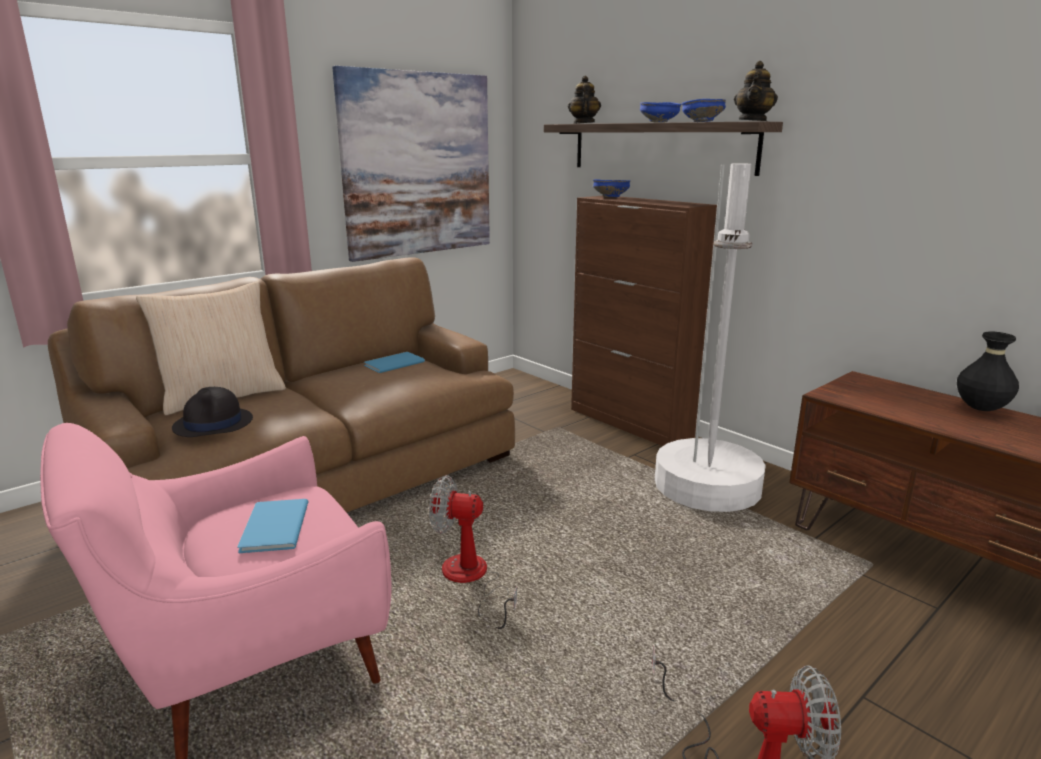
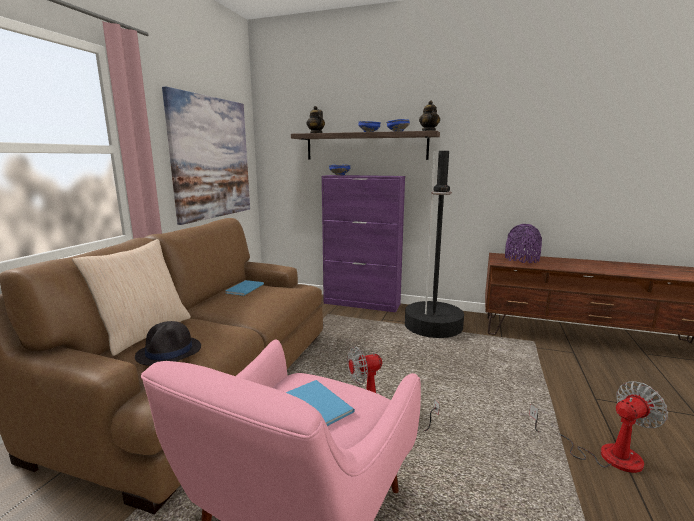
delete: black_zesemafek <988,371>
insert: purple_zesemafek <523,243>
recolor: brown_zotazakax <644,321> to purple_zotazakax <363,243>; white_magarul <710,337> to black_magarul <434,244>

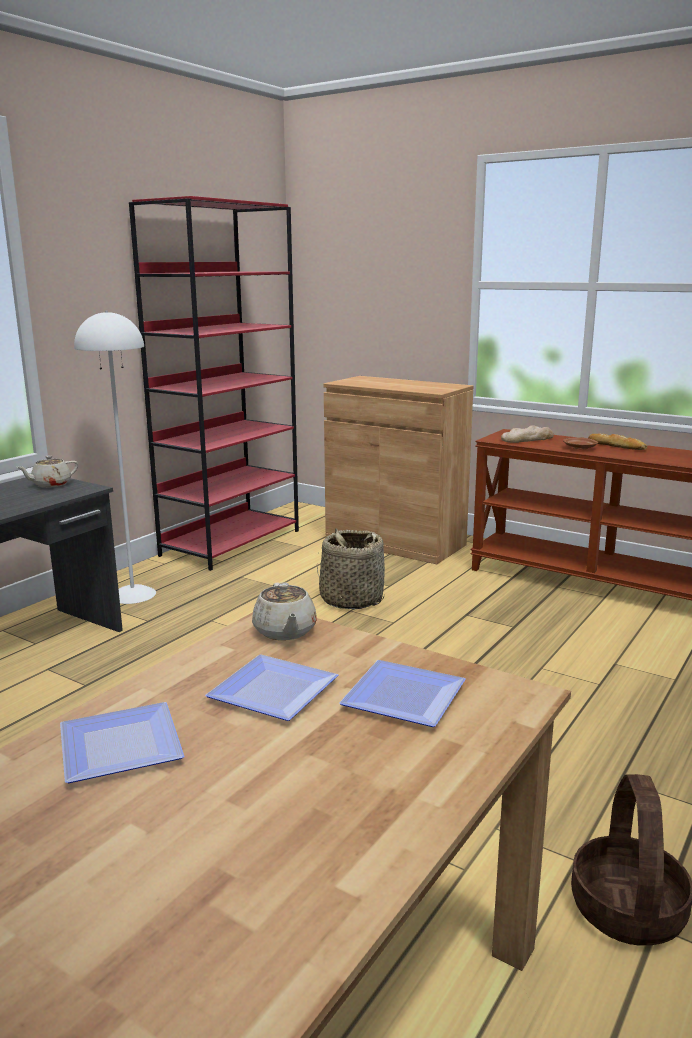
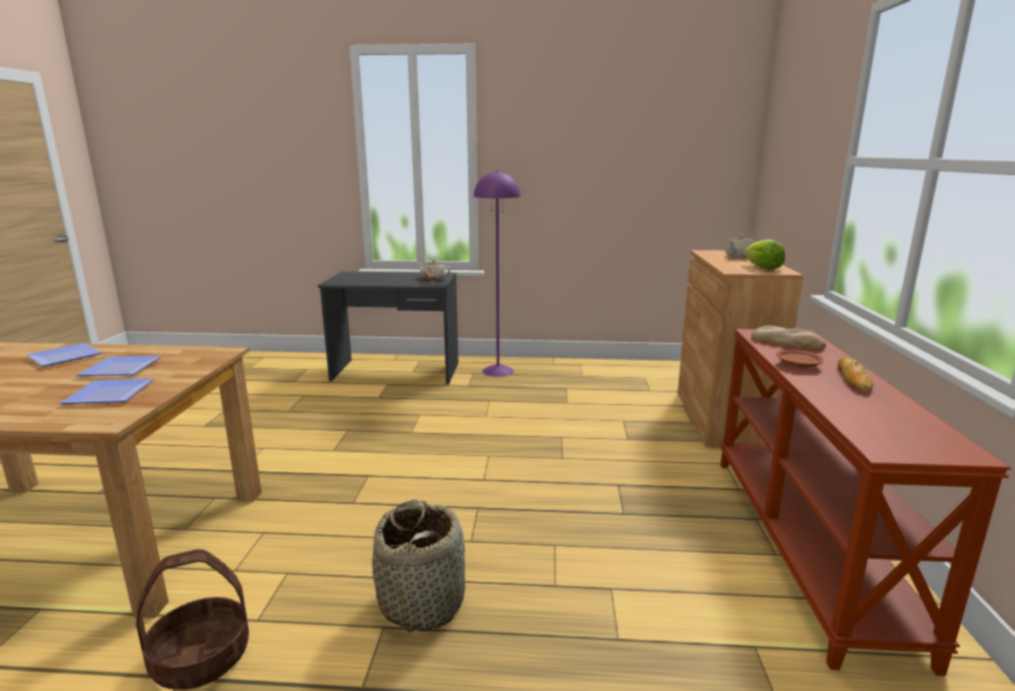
delete: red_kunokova <214,383>
insert: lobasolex <764,254>
move: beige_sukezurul <284,611> to <739,246>; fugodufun <351,568> to <418,565>
recolor: white_magarul <115,457> to purple_magarul <497,274>

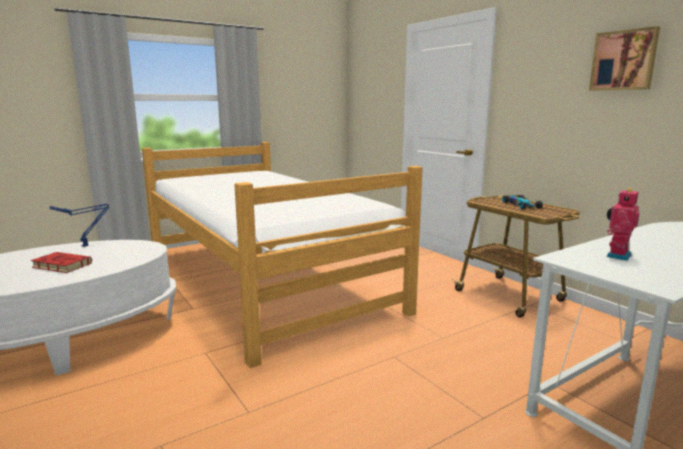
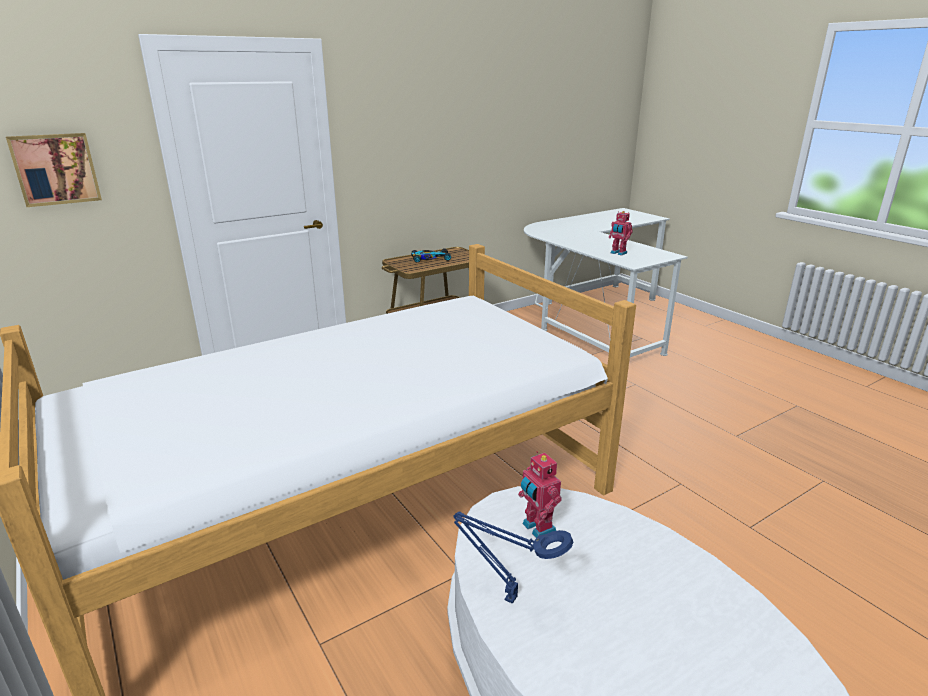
delete: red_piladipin <61,262>
insert: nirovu <540,494>
move: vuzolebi <624,58> to <54,170>

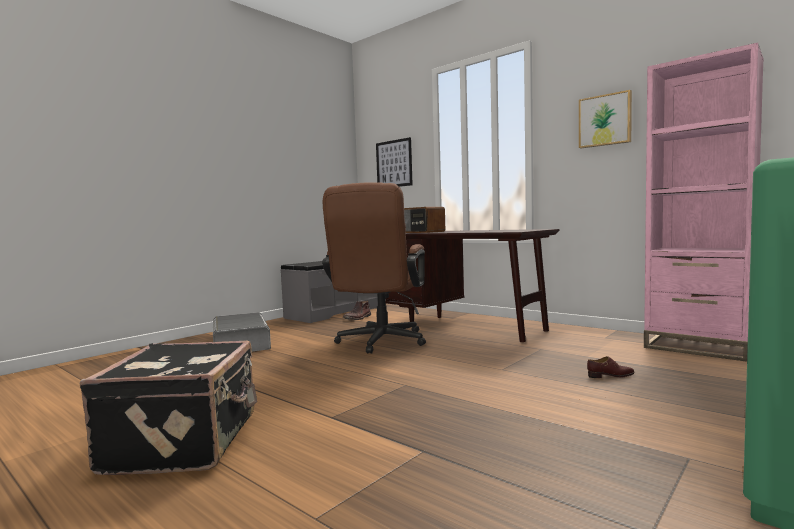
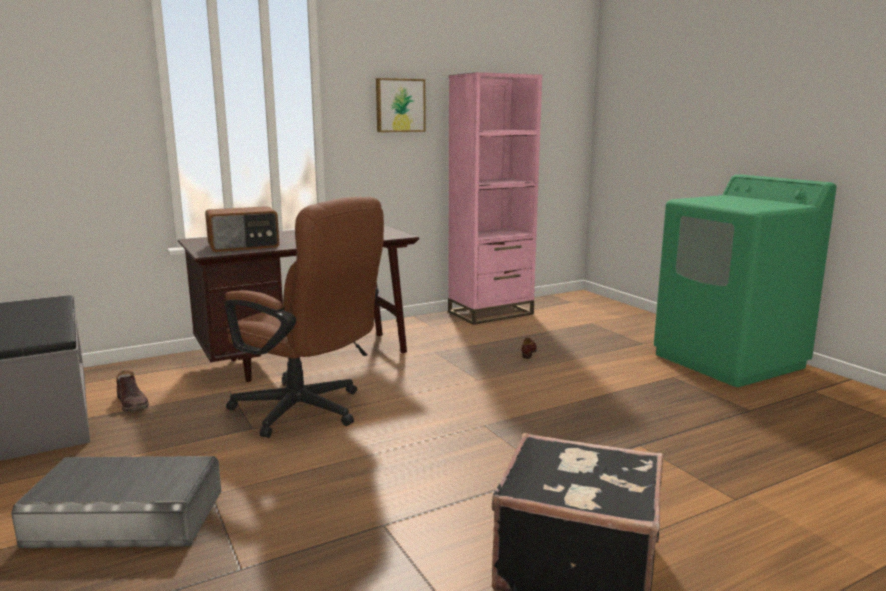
delete: vuzolebi <394,162>

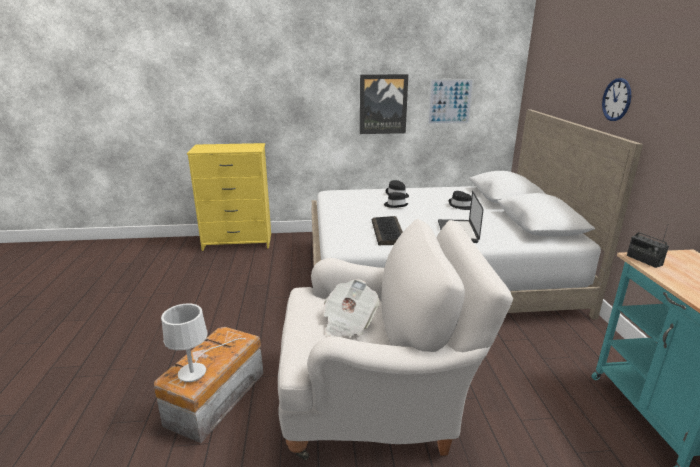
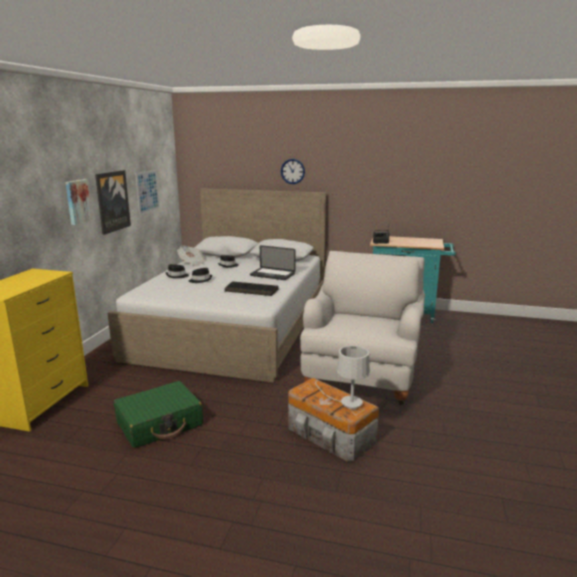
insert: vuzolebi <78,202>; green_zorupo <158,414>
move: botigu <351,308> to <191,256>

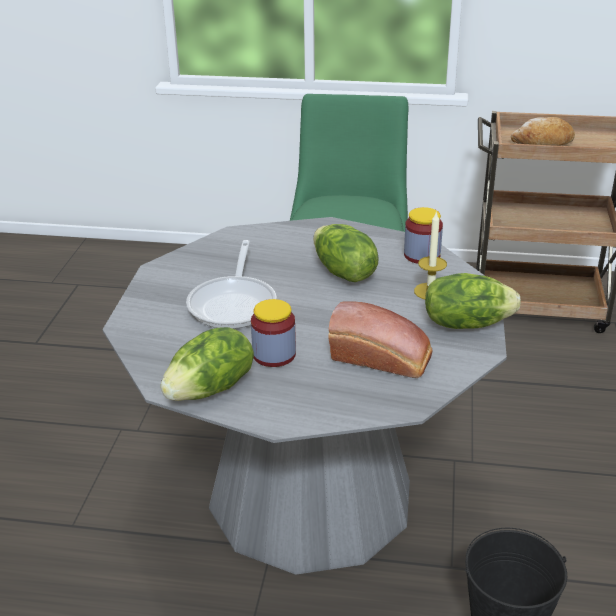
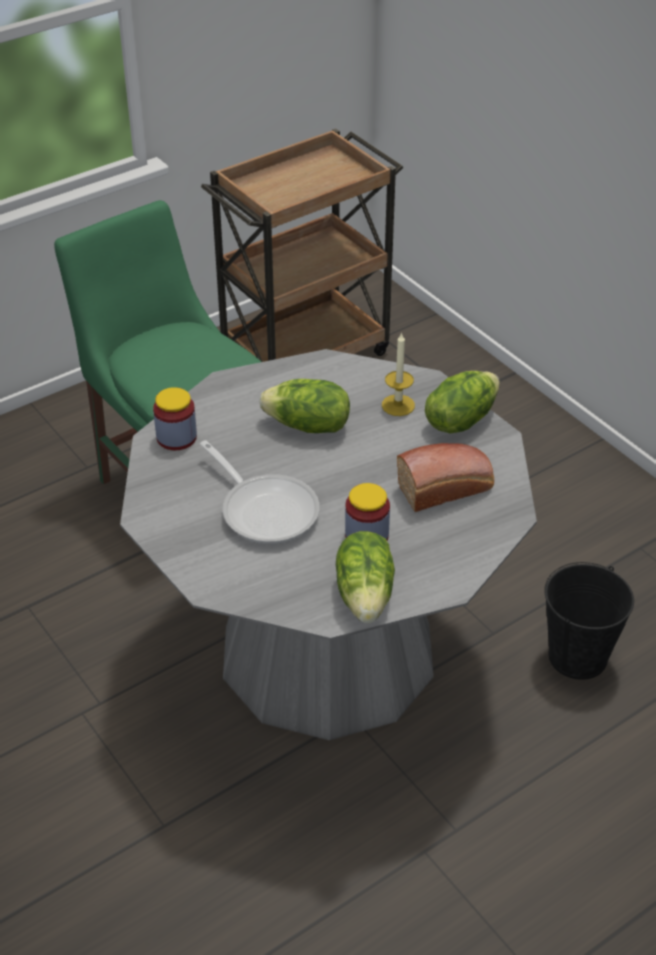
delete: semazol <543,131>
move: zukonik <423,235> to <175,418>

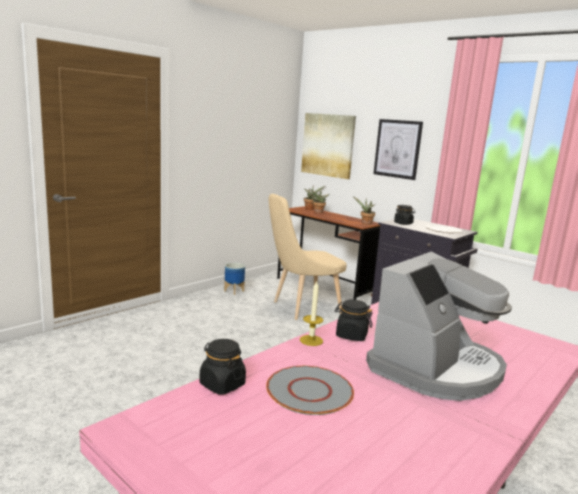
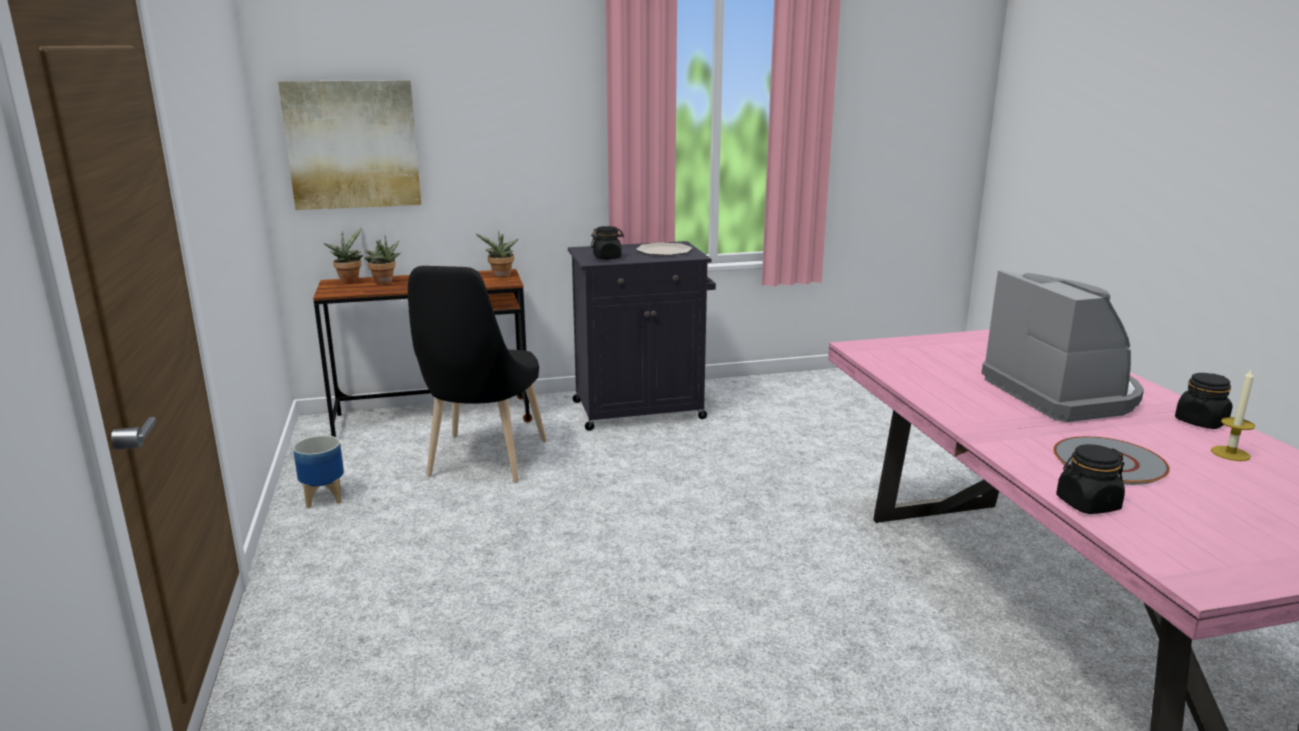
delete: vuzolebi <398,149>
move: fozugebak <311,313> to <1233,414>; black_zukonik <354,320> to <1203,401>
recolor: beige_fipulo <308,257> to black_fipulo <477,374>

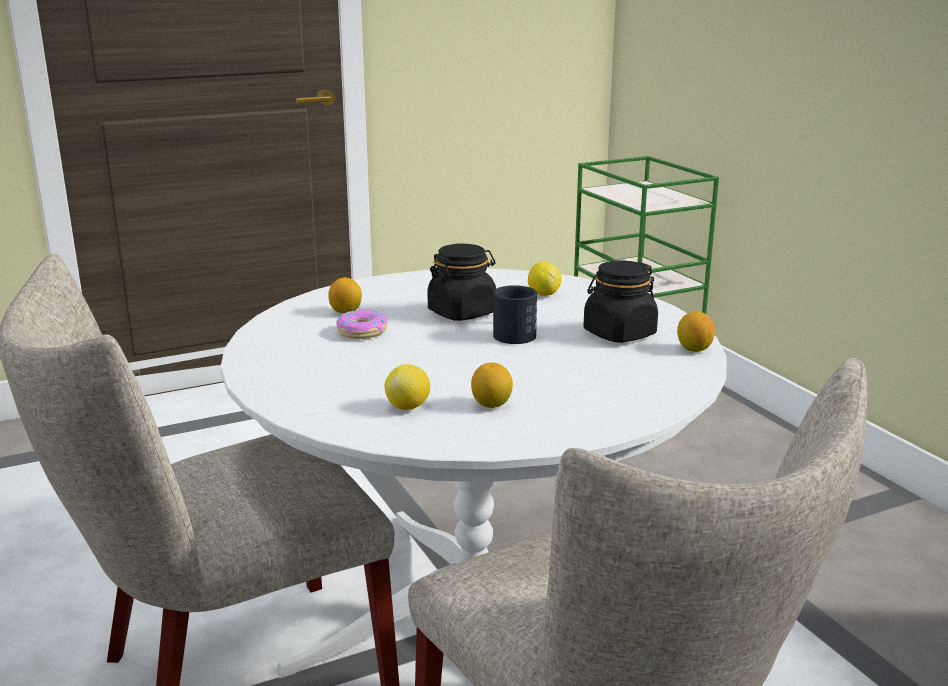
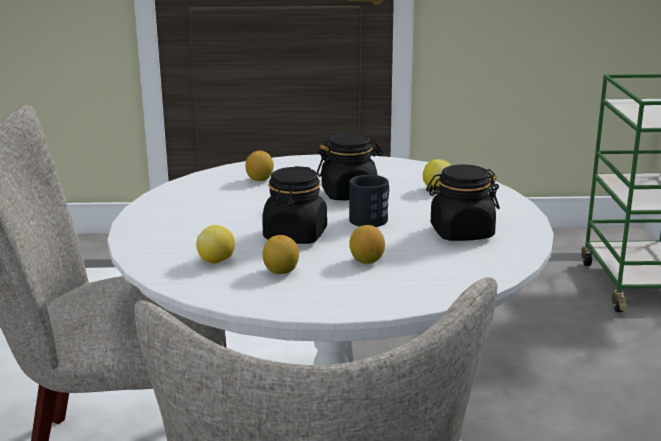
delete: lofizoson <362,324>
insert: black_zukonik <294,205>
move: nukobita <696,332> to <367,244>

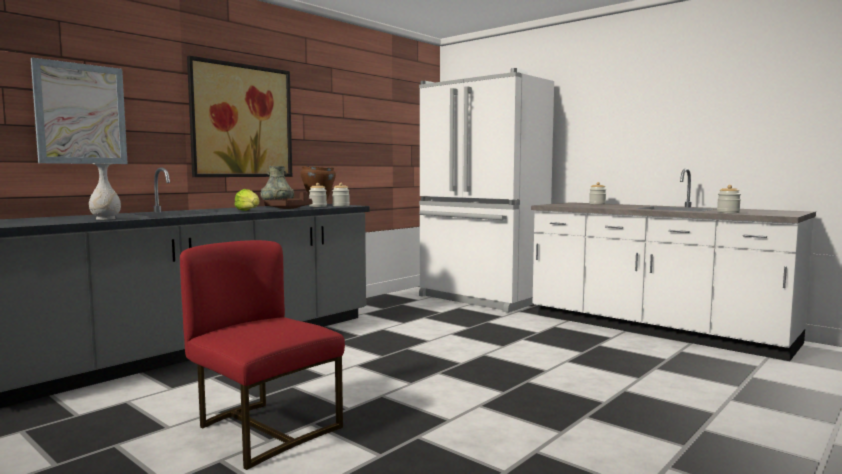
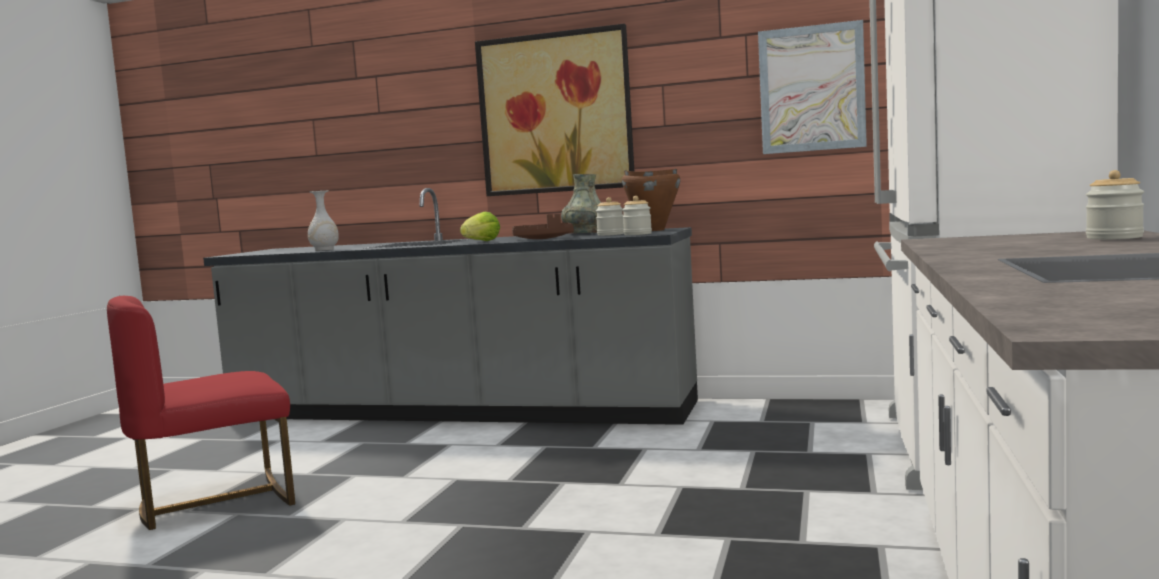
delete: zukonik <729,199>
move: vuzolebi <79,111> to <812,87>
rotate: red_fipulo <262,355> = <201,413> 135 degrees counterclockwise

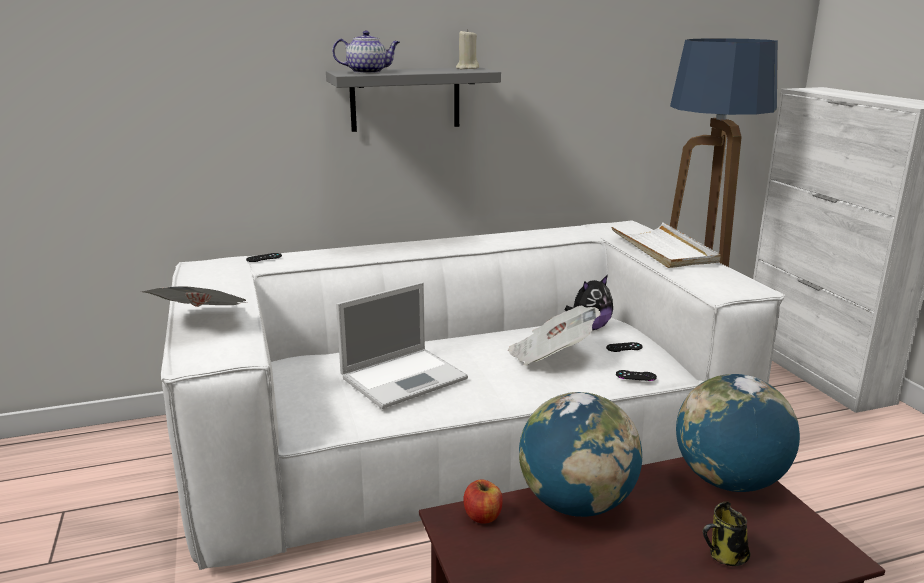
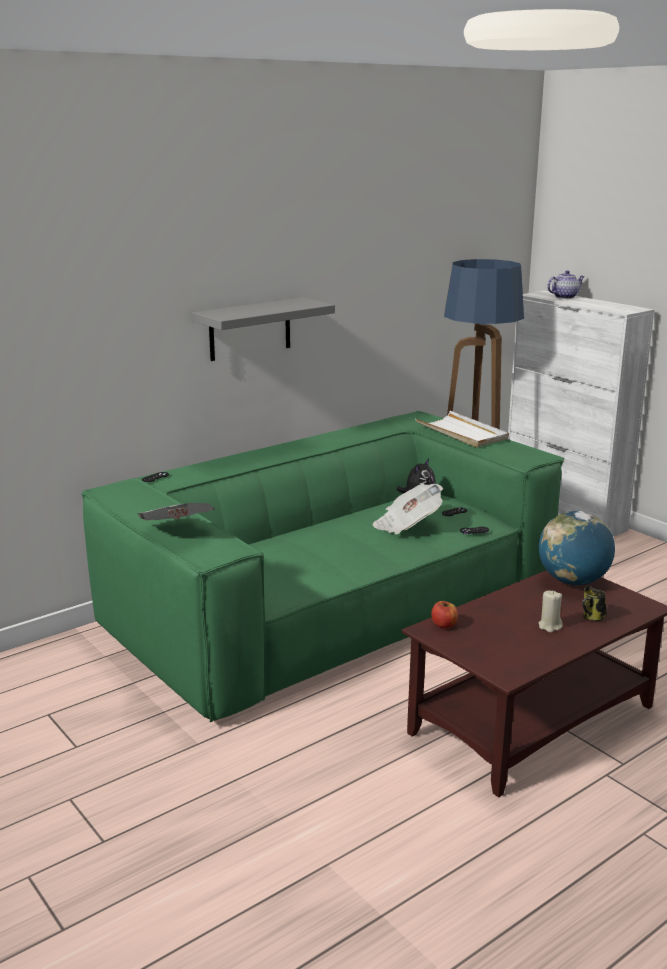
delete: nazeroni <402,345>; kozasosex <580,454>
move: sukezurul <366,52> to <566,284>; beige_fozugebak <467,49> to <551,611>
recolor: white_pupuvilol <473,395> to green_pupuvilol <322,566>

